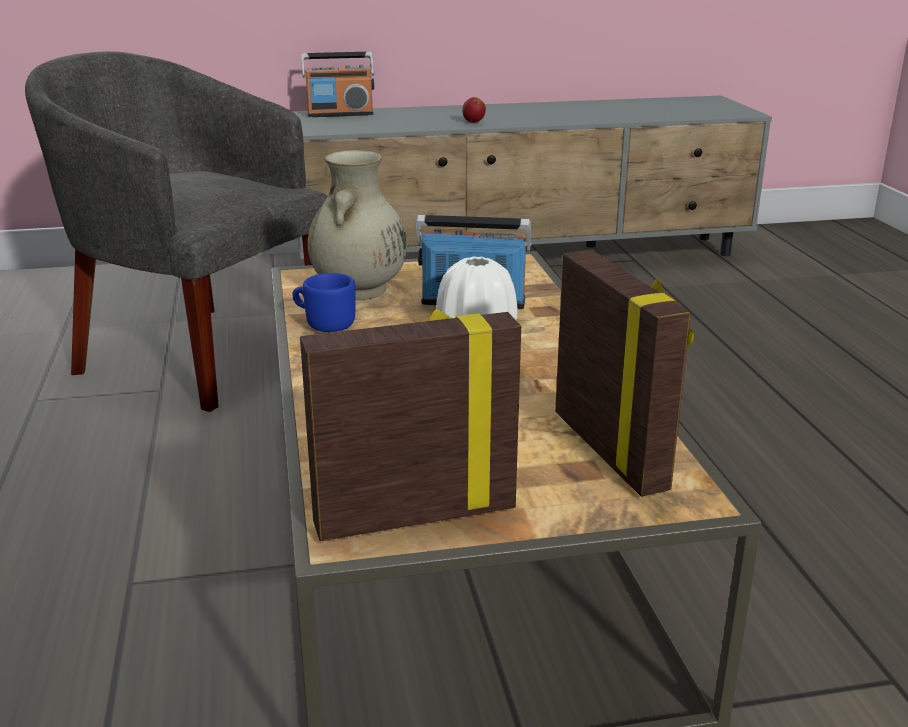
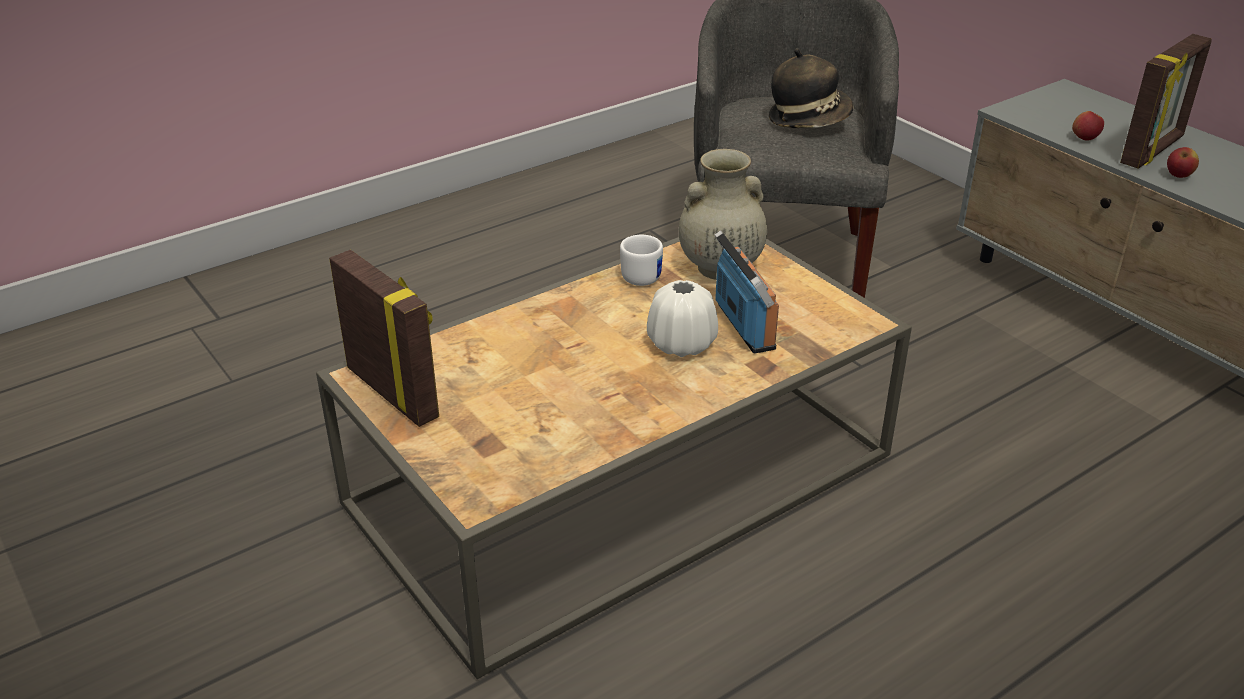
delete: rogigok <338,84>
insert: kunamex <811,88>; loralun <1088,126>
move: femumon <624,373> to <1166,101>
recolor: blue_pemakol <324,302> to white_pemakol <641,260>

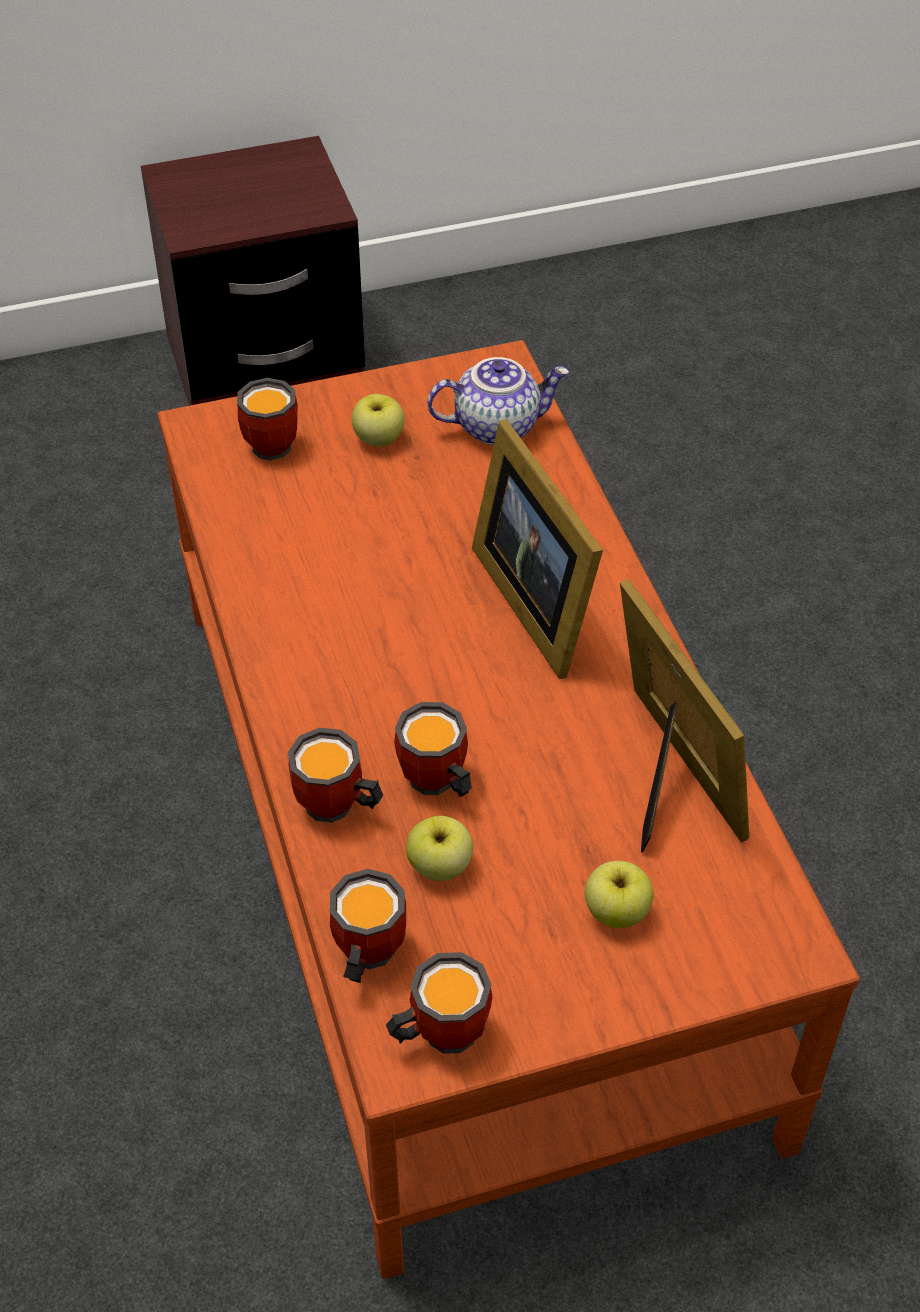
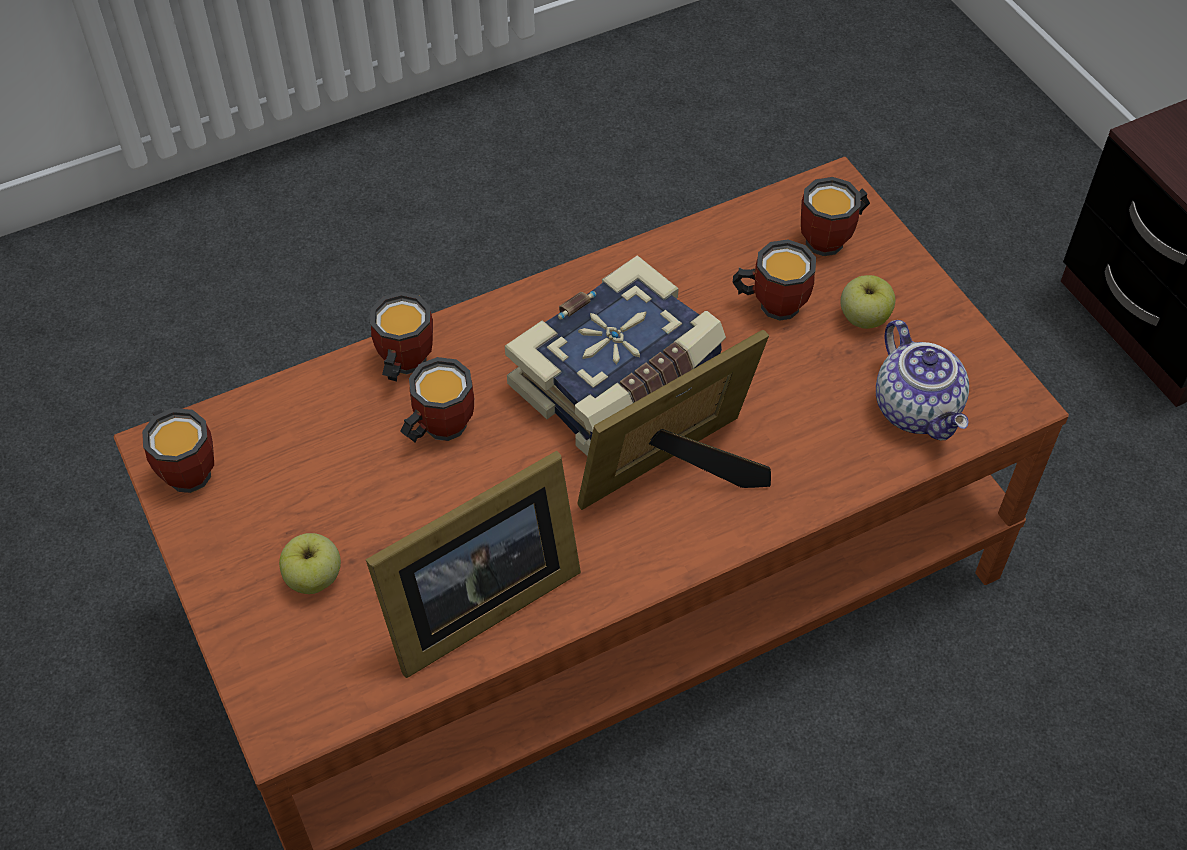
delete: loralun <439,848>
insert: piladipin <615,355>
move: pemakol <368,926> to <774,280>

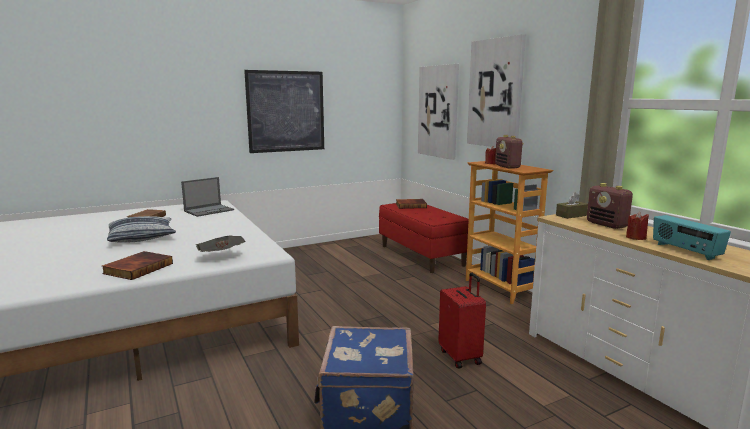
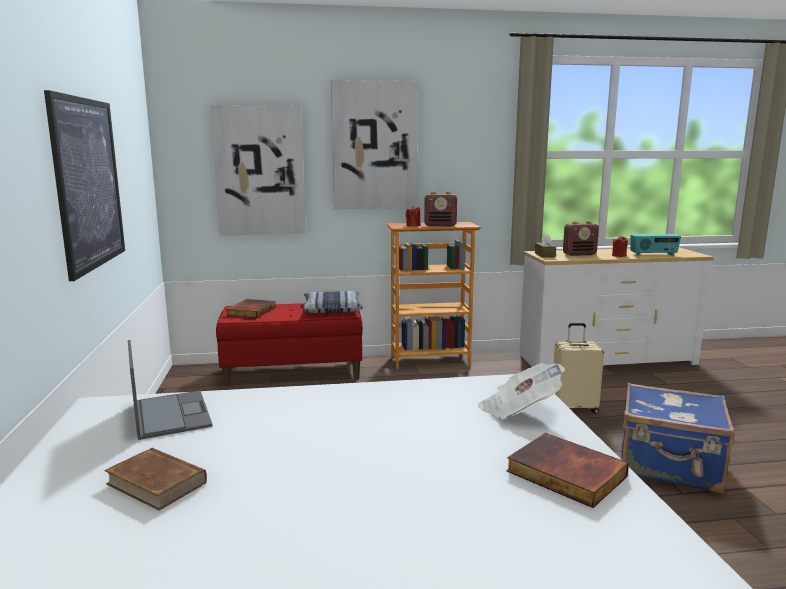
move: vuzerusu <141,229> to <332,302>
recolor: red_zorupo <462,321> to beige_zorupo <579,368>

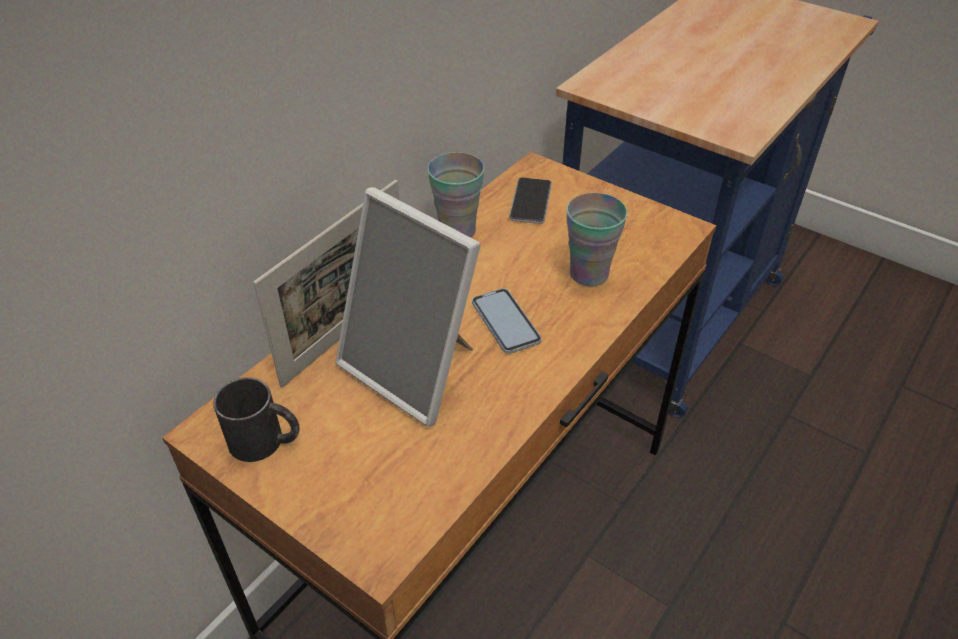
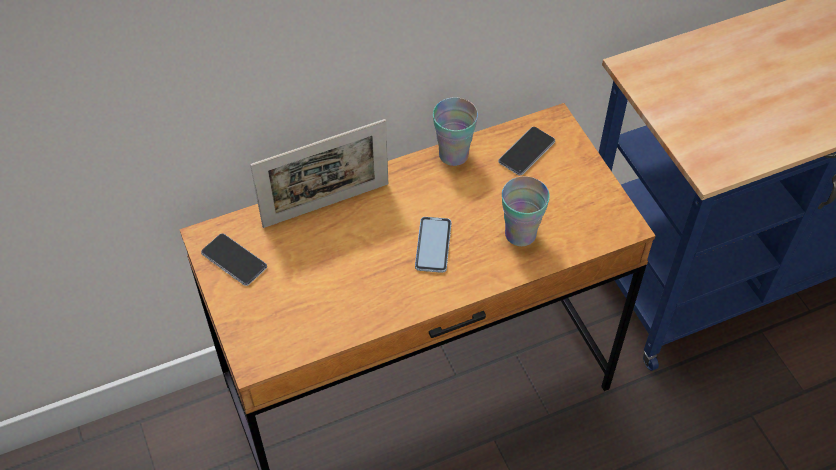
delete: femumon <408,307>
replace: black_pemakol <256,419> to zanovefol <234,259>

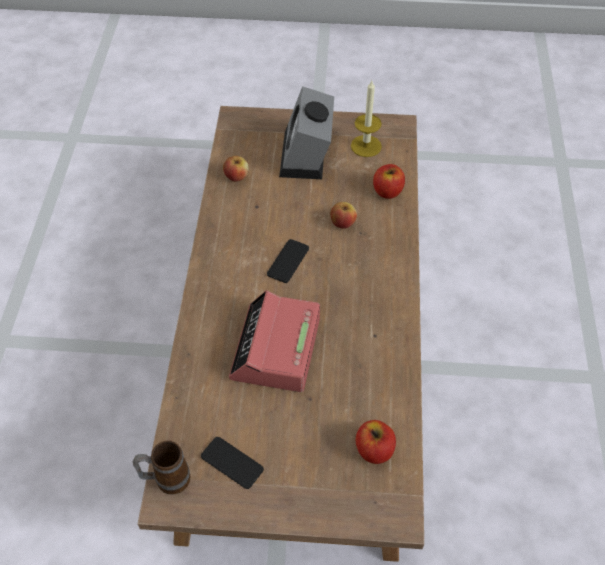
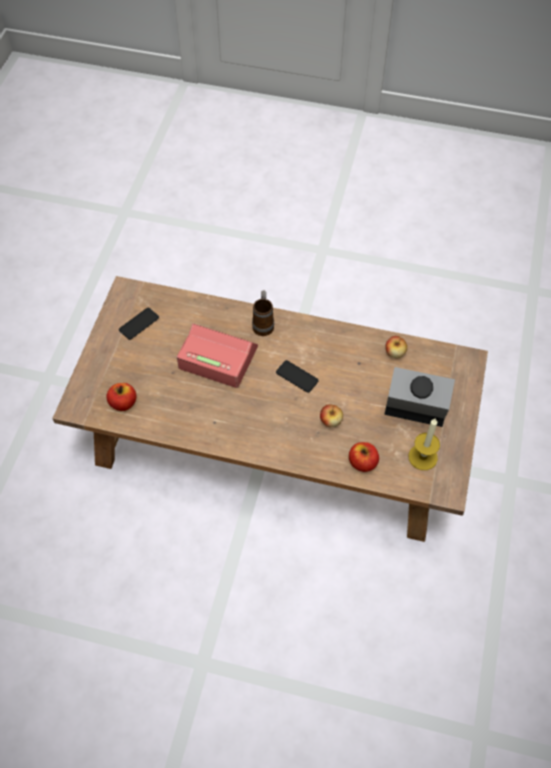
move: pemakol <162,467> to <263,313>

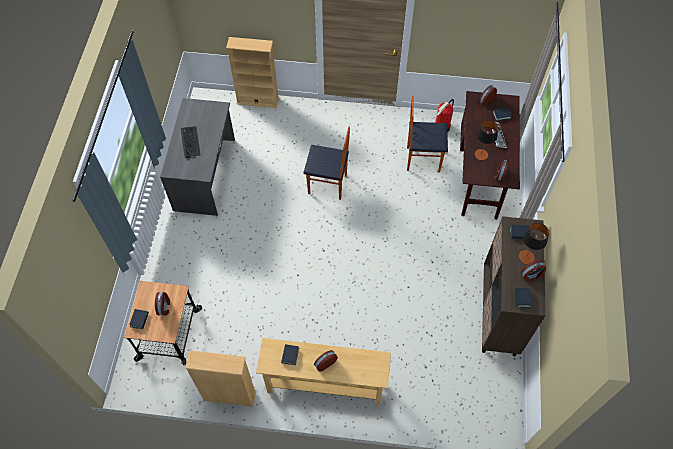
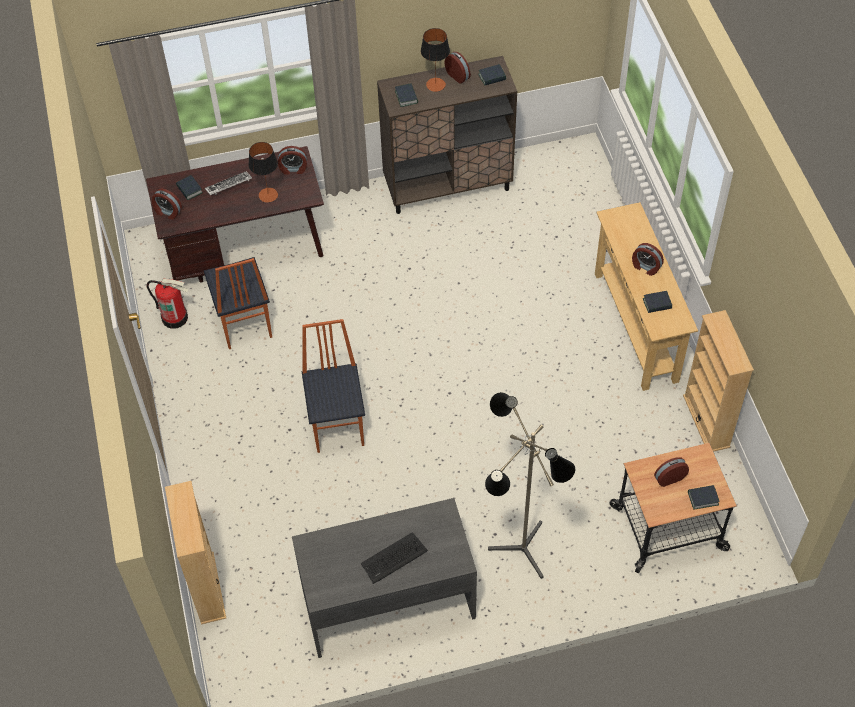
insert: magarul <530,485>

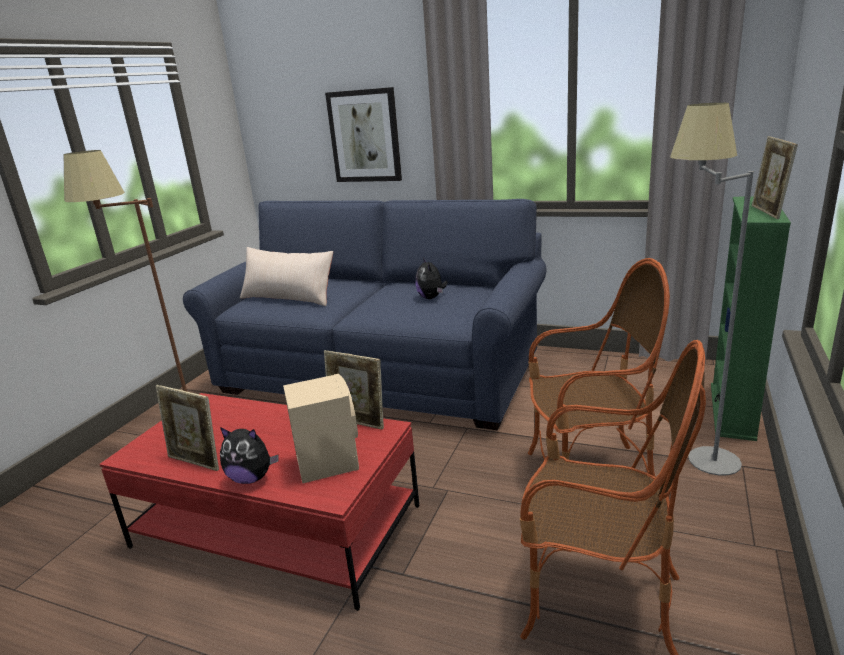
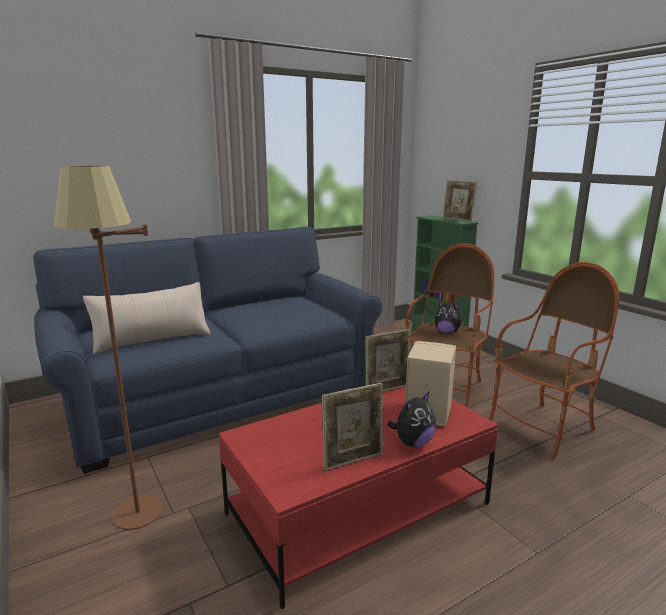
delete: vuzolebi <363,134>; grey_magarul <712,289>
move: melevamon <431,278> to <450,317>

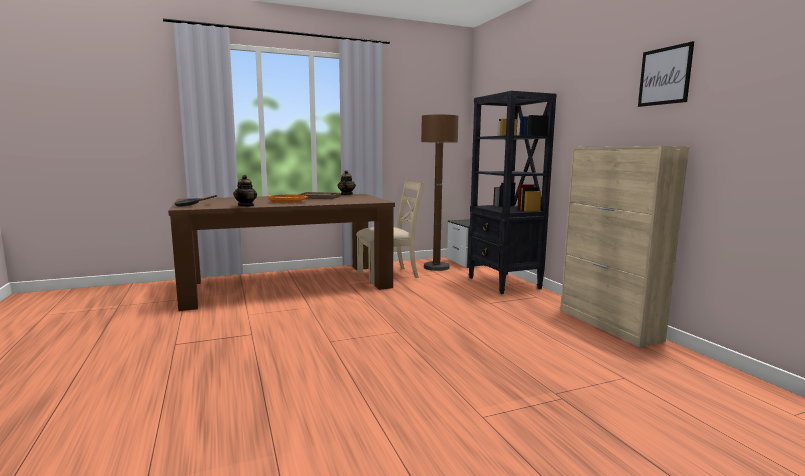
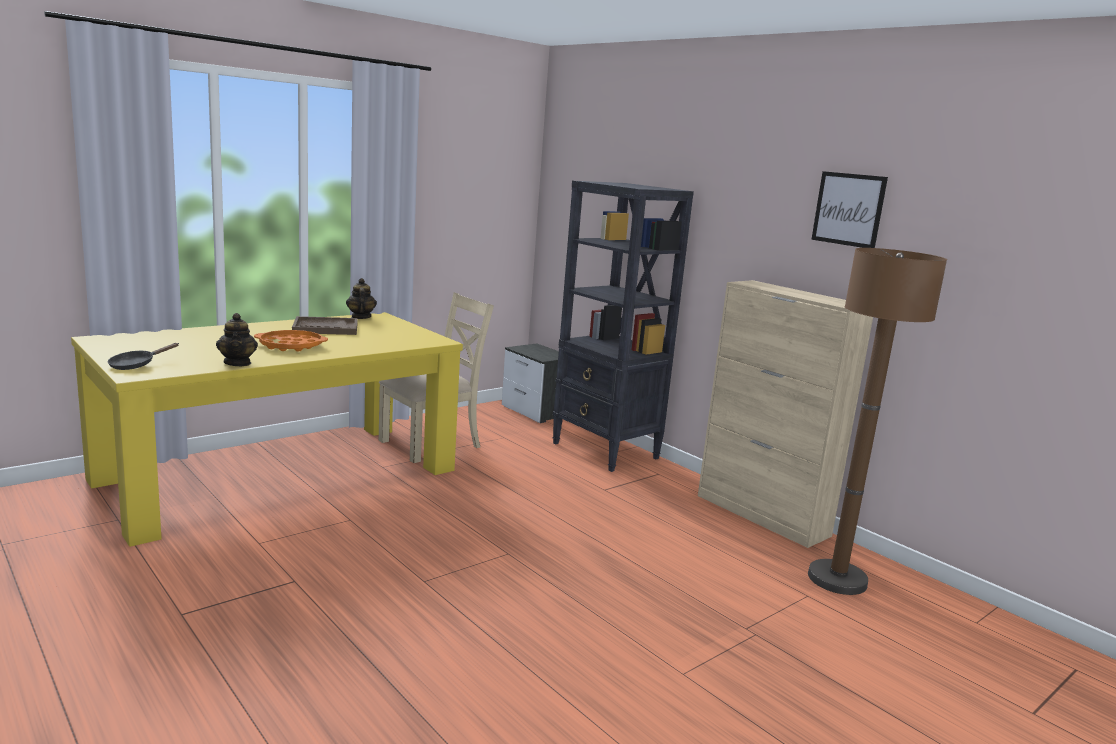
move: brown_magarul <439,193> to <877,421>
recolor: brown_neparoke <281,252> to yellow_neparoke <267,429>

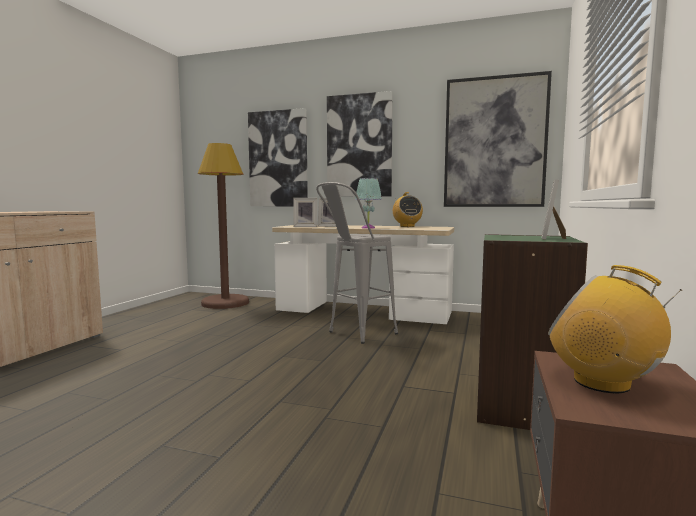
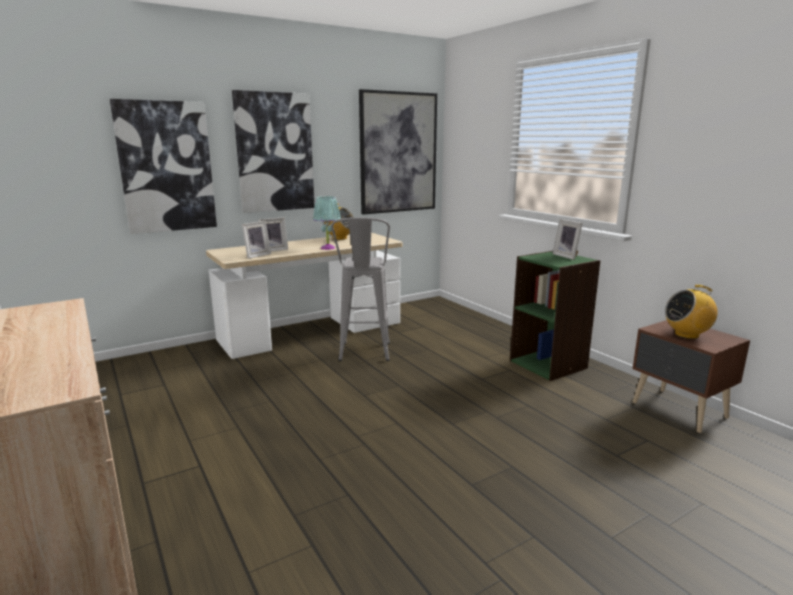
delete: brown_magarul <223,226>

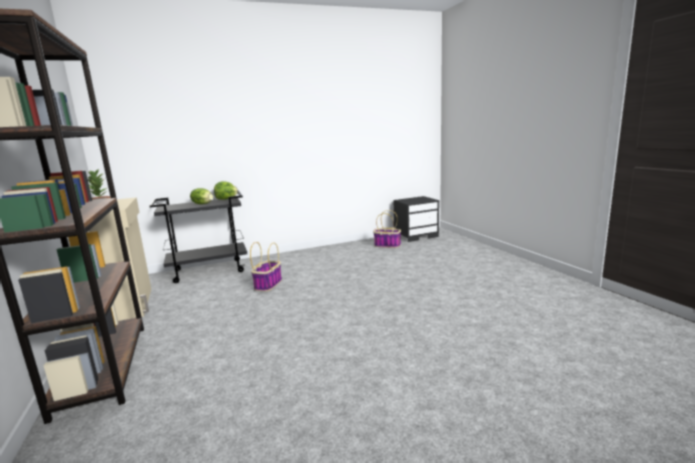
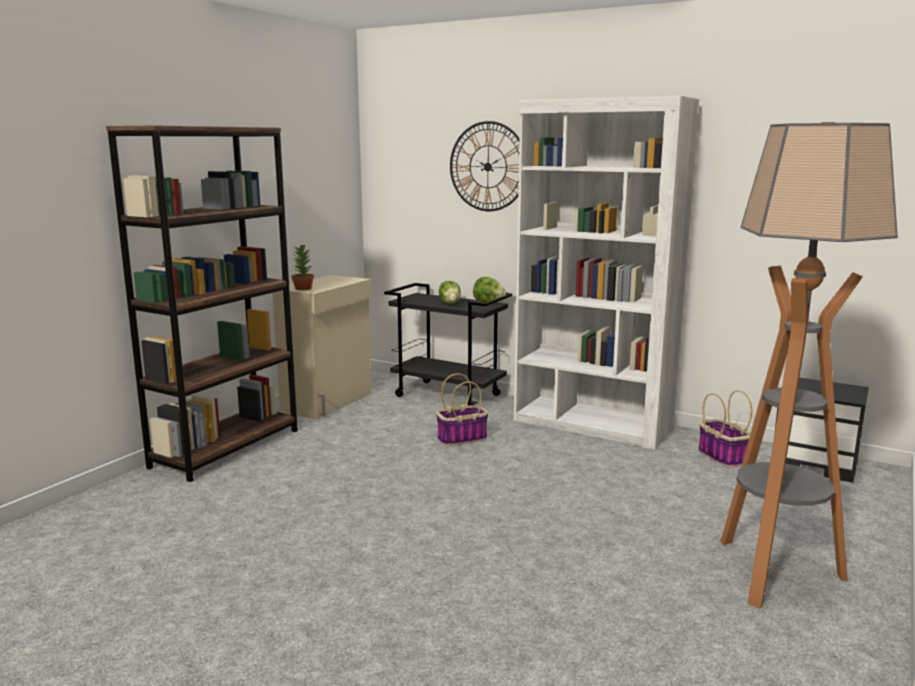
insert: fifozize <484,166>; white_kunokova <606,273>; magarul <809,365>

